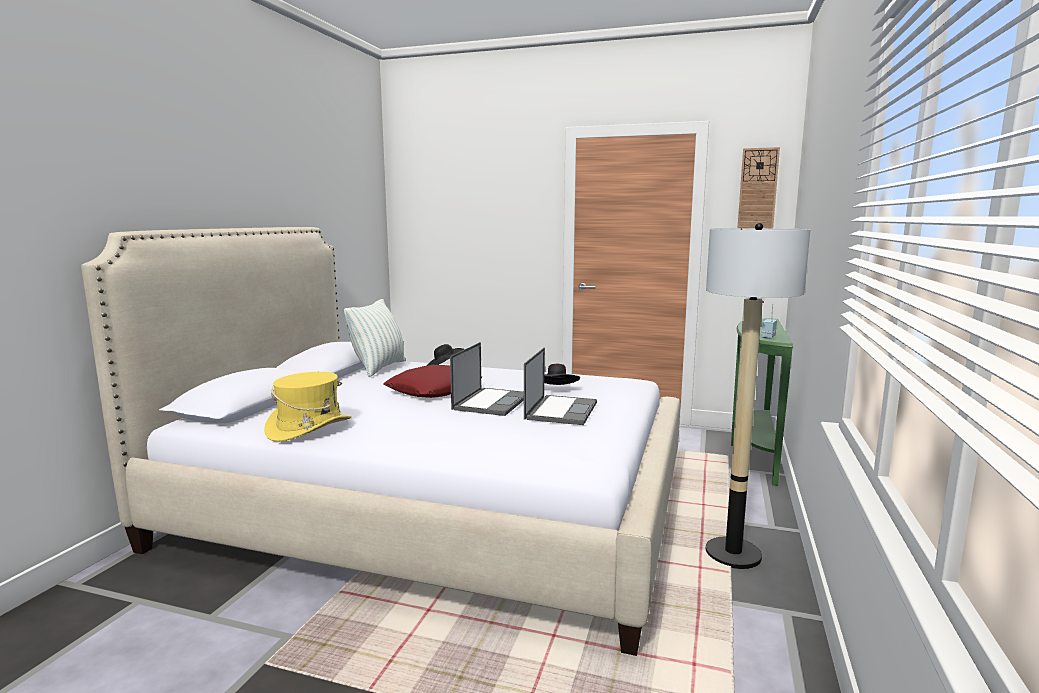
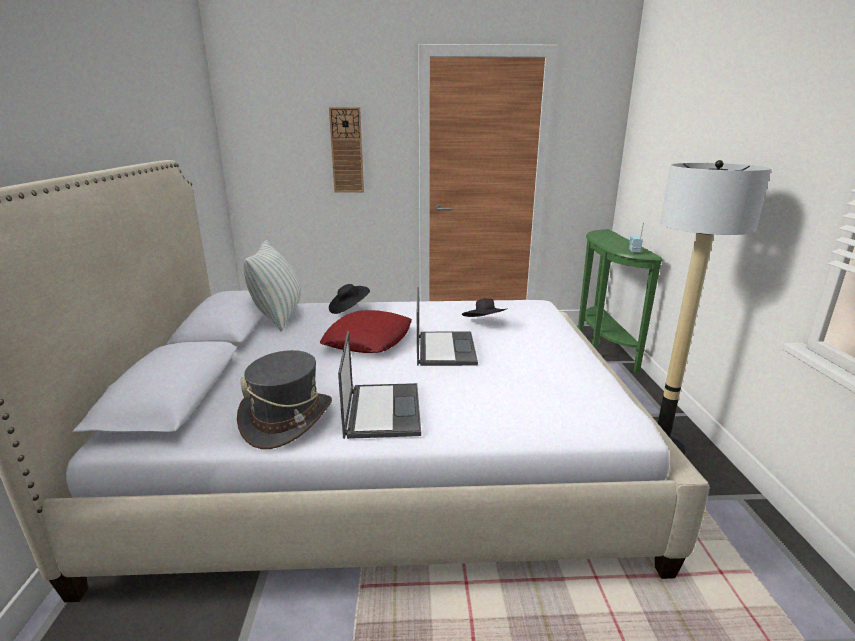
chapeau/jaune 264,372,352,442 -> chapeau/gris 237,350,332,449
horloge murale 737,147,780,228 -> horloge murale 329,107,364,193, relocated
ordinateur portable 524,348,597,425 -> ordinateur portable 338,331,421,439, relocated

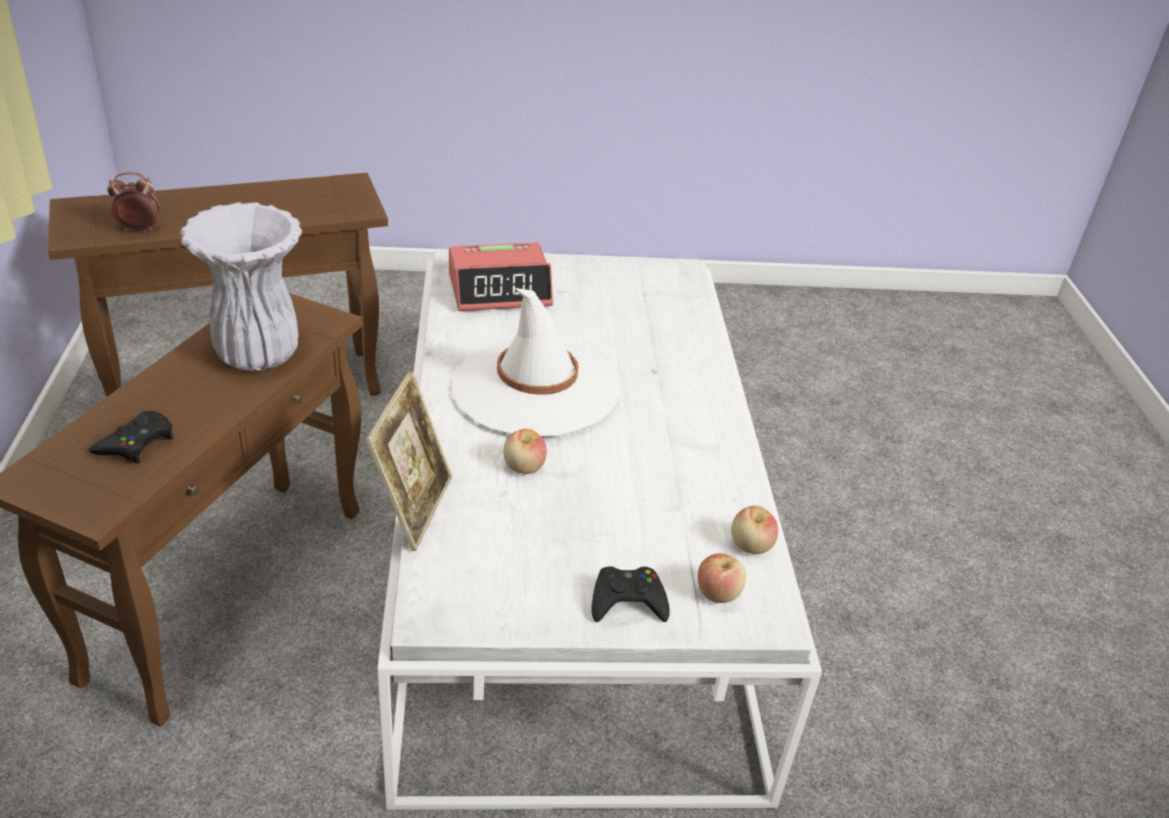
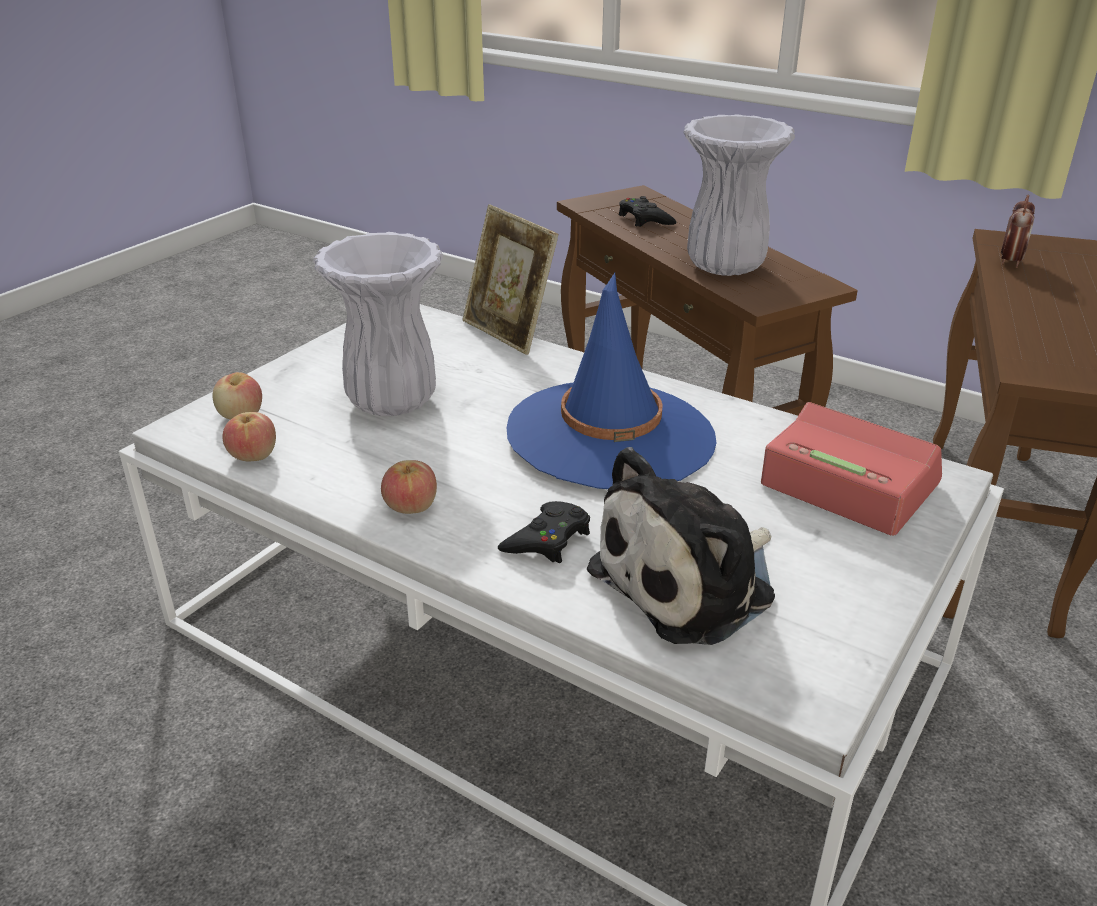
none -> vase/blanc 313,232,443,416
pomme 503,429,547,474 -> pomme 381,460,437,514, relocated
manette/noir 591,567,670,622 -> manette/noir 498,501,590,563, relocated
chapeau/blanc 452,288,620,437 -> chapeau/bleu 507,273,717,489
none -> peluche 587,447,775,645
réveil 449,243,553,311 -> réveil 761,402,942,536, 105 degrees clockwise

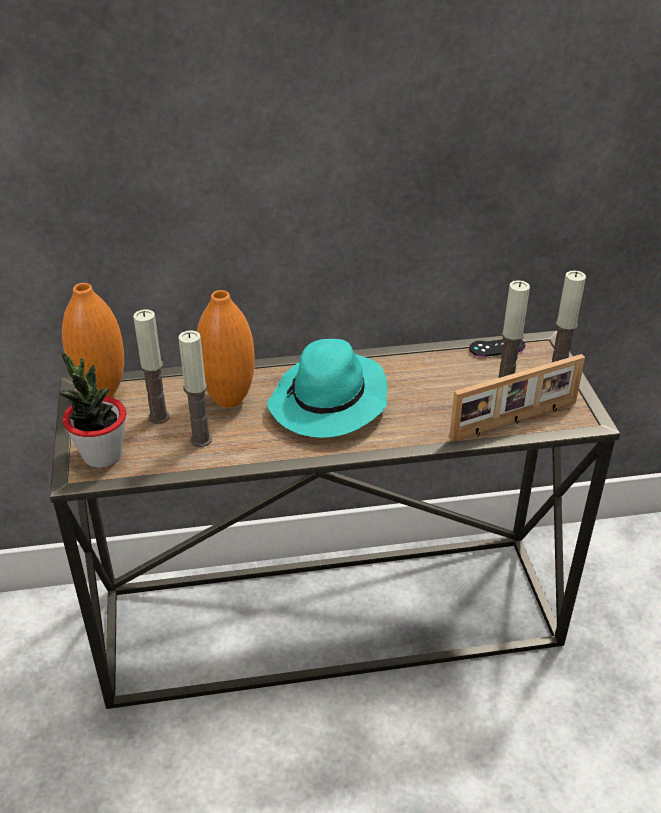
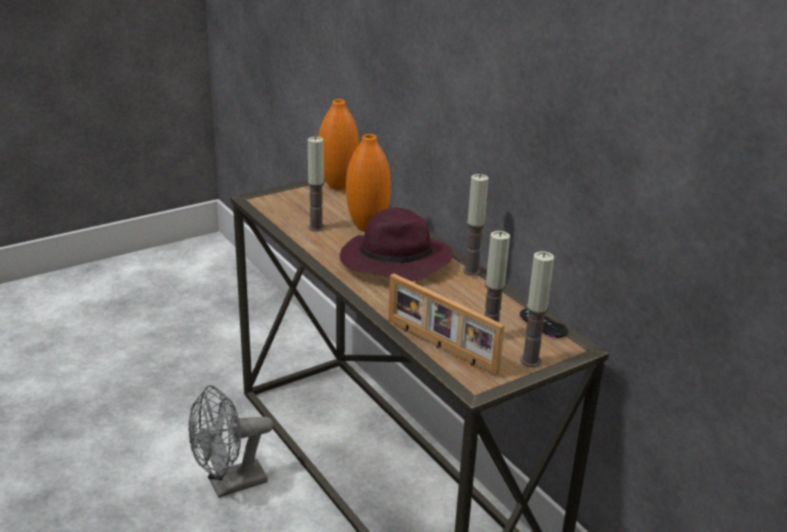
none -> ventilateur/gris 188,385,273,498
chapeau/turquoise 267,339,388,438 -> chapeau/violet 340,208,453,281
bougie 133,309,170,424 -> bougie 463,174,488,275, relocated
plante en pot 58,351,126,468 -> none

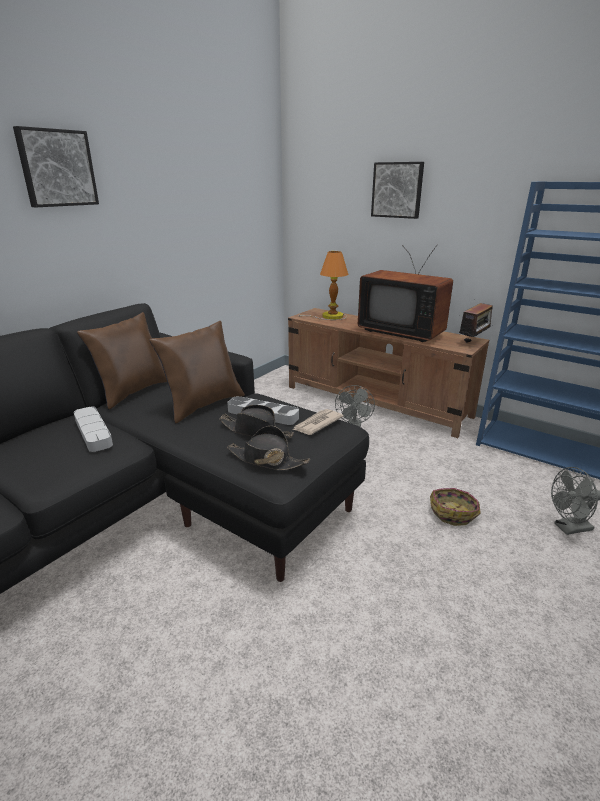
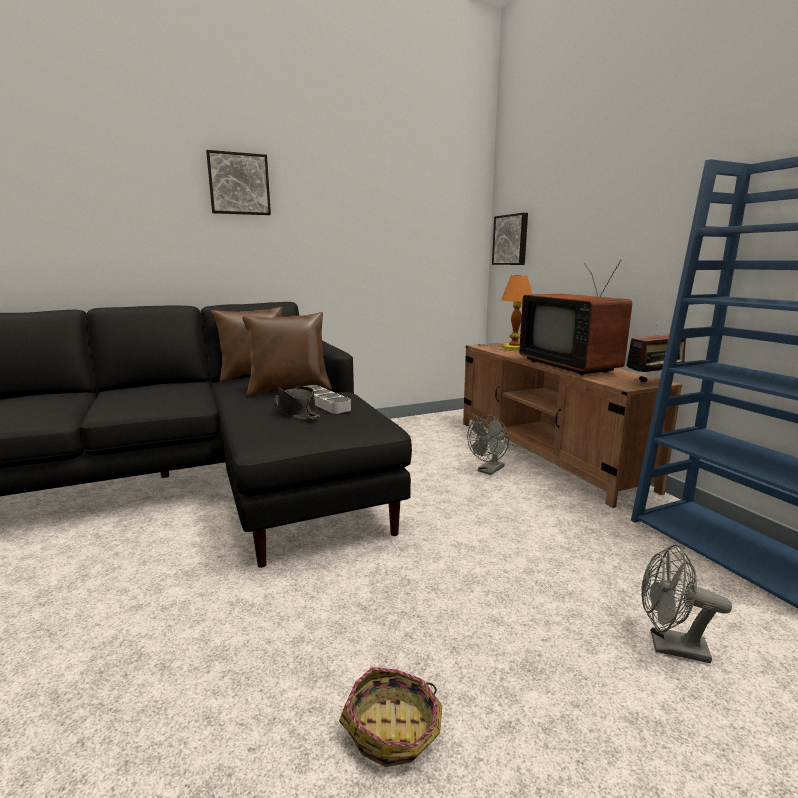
panier 430,488,481,526 -> panier 339,667,442,767, relocated
tableau 371,162,424,219 -> tableau 492,213,528,265, relocated
plateau/gris 74,407,113,452 -> none
chapeau/noir 227,426,310,470 -> none
journal 293,409,344,435 -> none

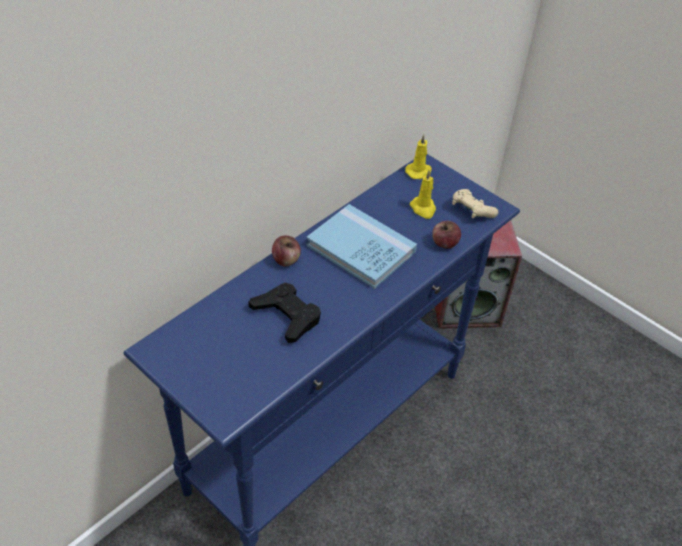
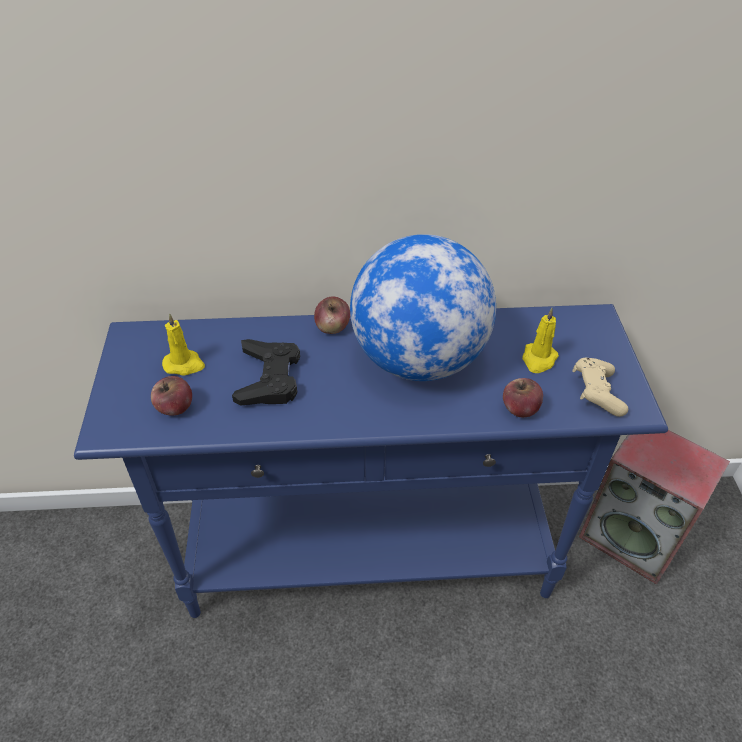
none -> pomme 151,376,192,416
bougie/jaune 405,135,432,179 -> bougie/jaune 162,313,205,376, relocated
livre/bleu 306,204,417,289 -> globe 350,234,496,381

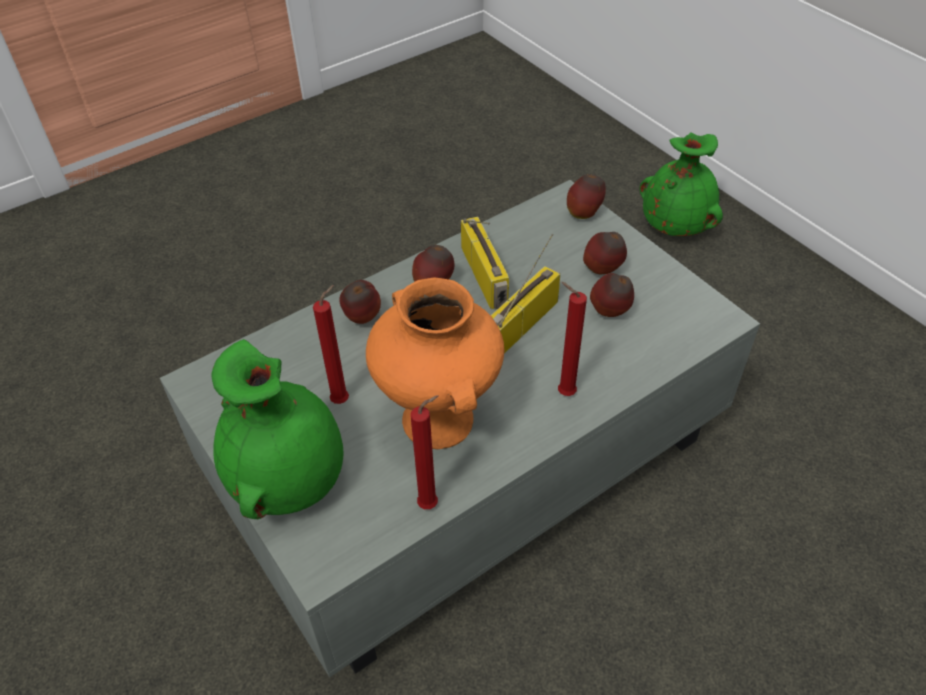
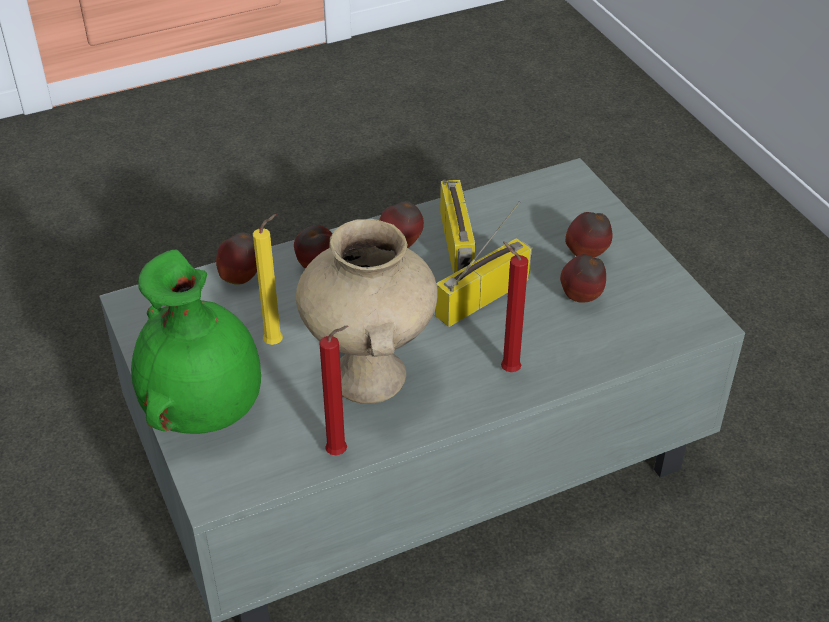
pomme 567,174,606,219 -> pomme 216,232,257,285, relocated
bougie/rouge 313,285,349,404 -> bougie/jaune 253,214,283,345
vase/orange 366,277,504,449 -> vase/beige 296,219,438,403
vase/vert 640,133,723,236 -> none

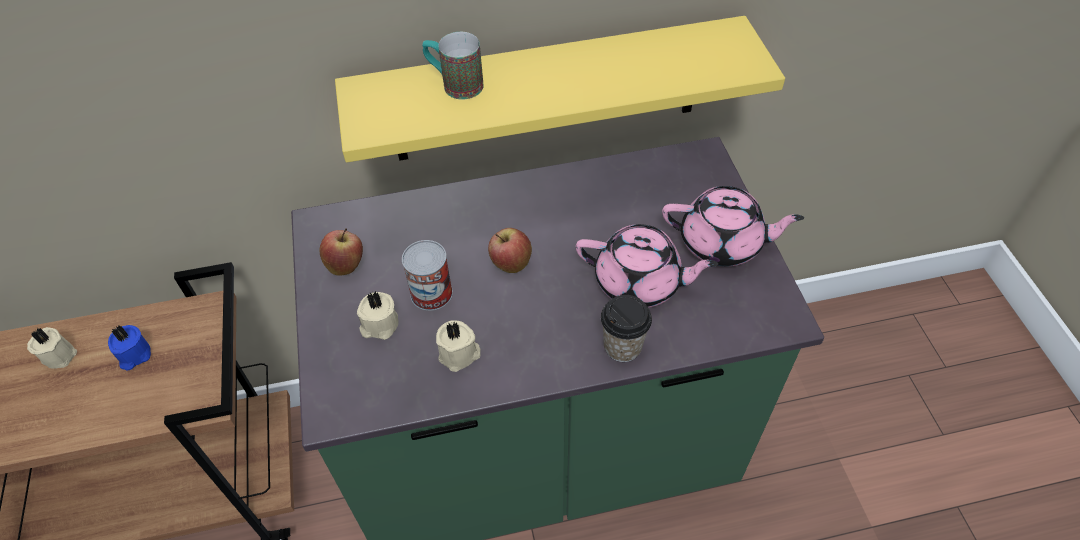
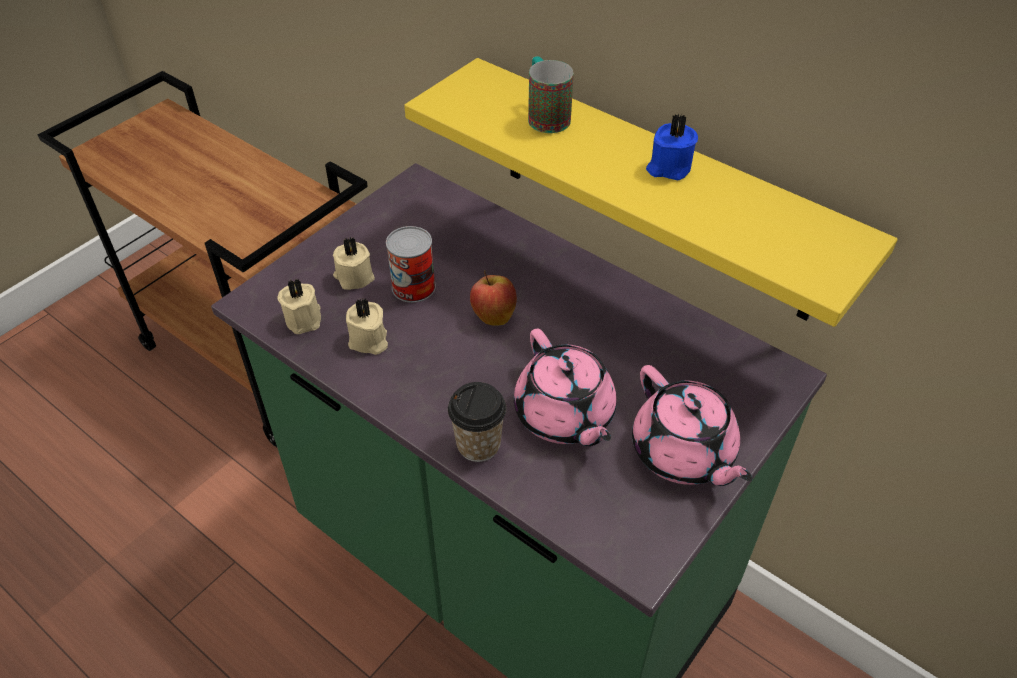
bougie/beige 27,327,77,369 -> bougie/beige 278,279,321,334, relocated
bougie/bleu 108,325,151,370 -> bougie/bleu 646,114,698,180, relocated
pomme 320,228,363,276 -> none

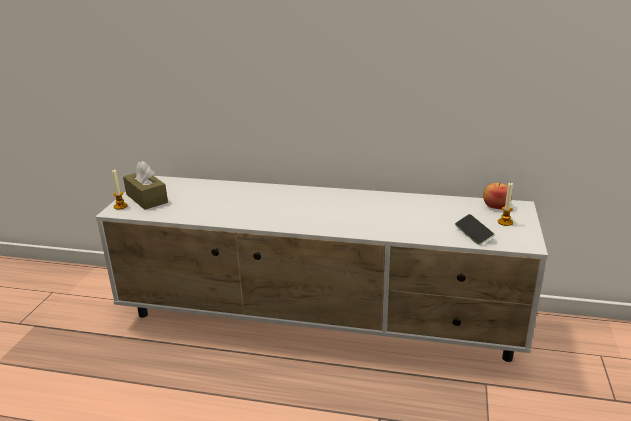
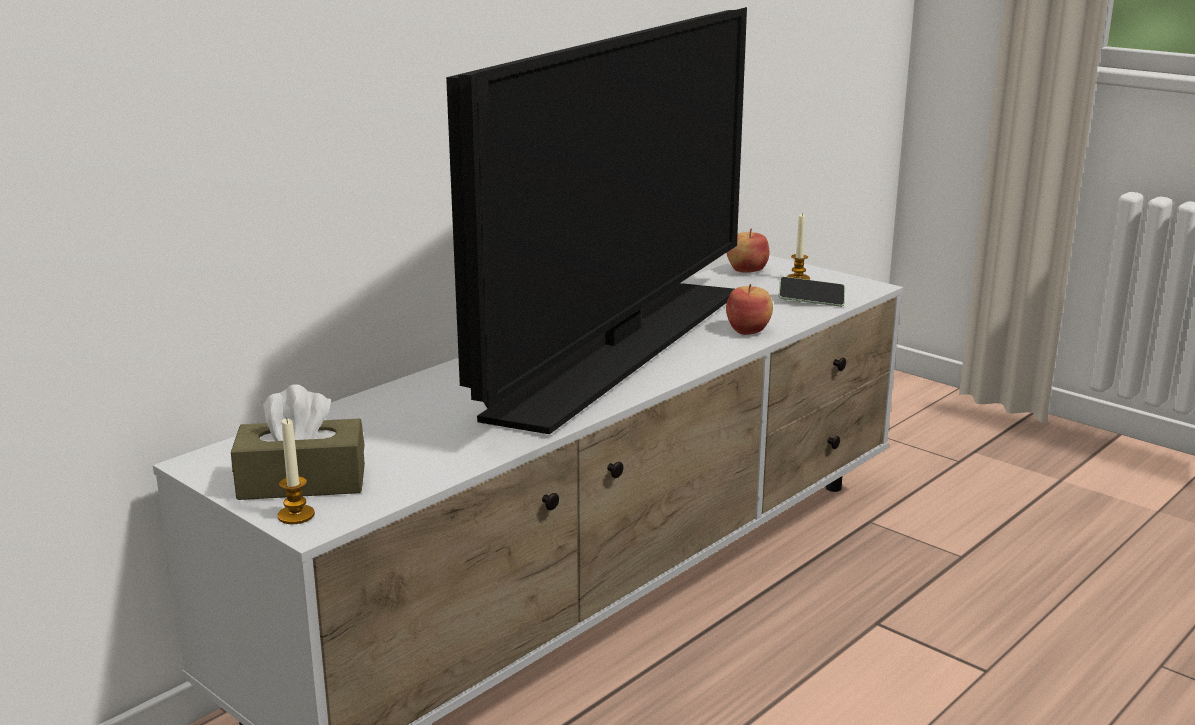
none -> téléviseur 446,7,747,434
none -> pomme 726,284,773,335

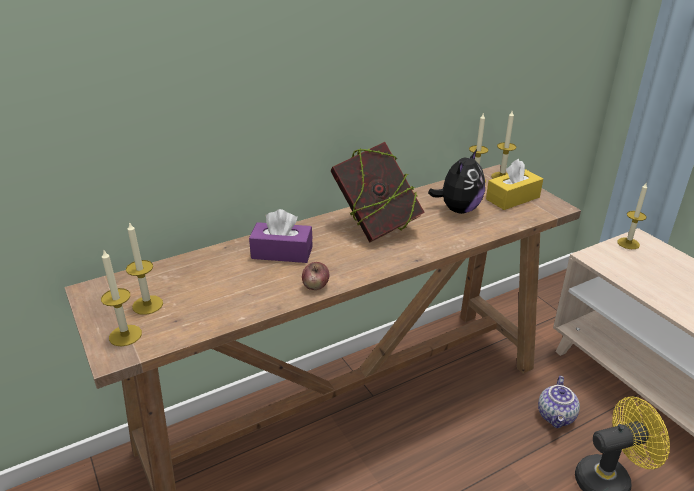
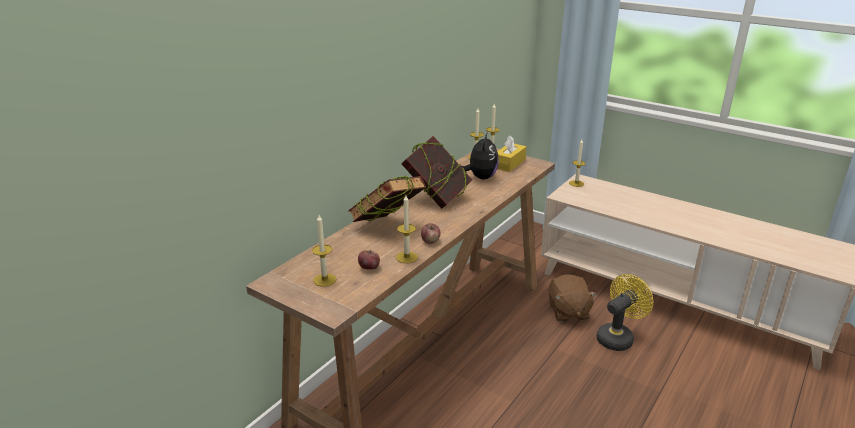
boîte à mouchoirs/violet 249,209,313,263 -> livre 348,176,426,222
none -> pomme 358,250,380,270
bougie 101,250,142,346 -> bougie 396,195,418,263, relocated
théière 538,376,580,428 -> peluche/marron 549,274,597,322

